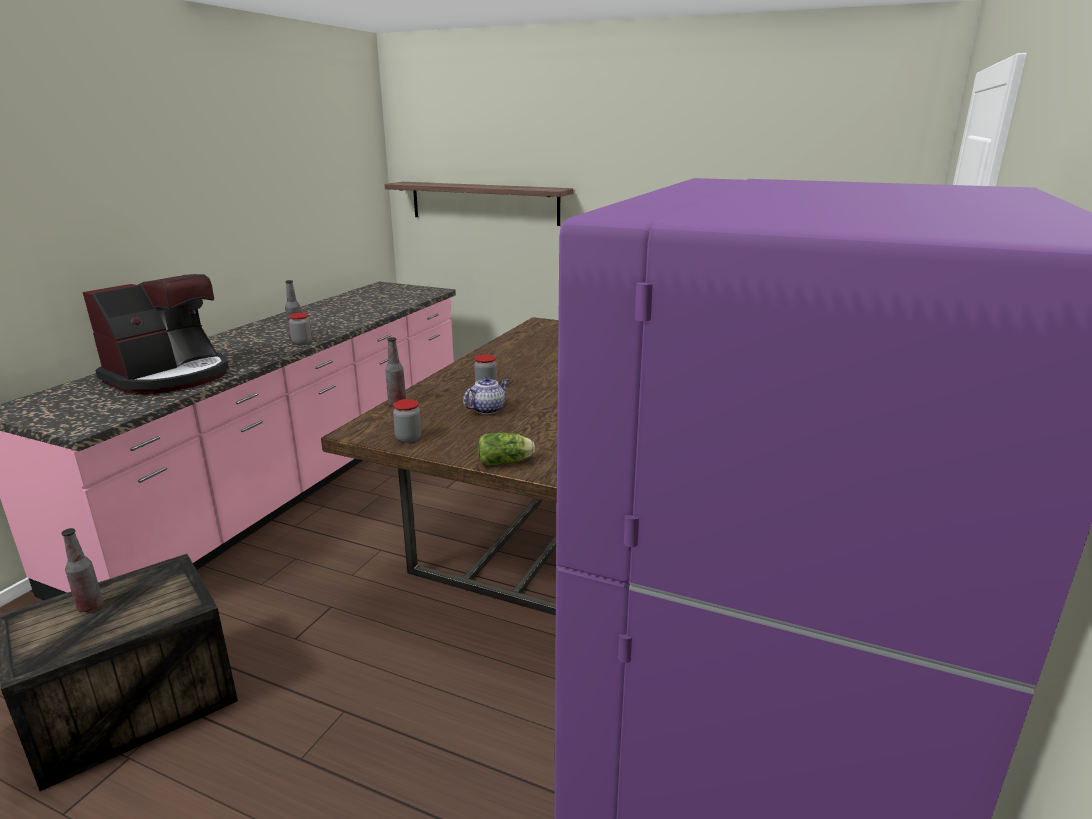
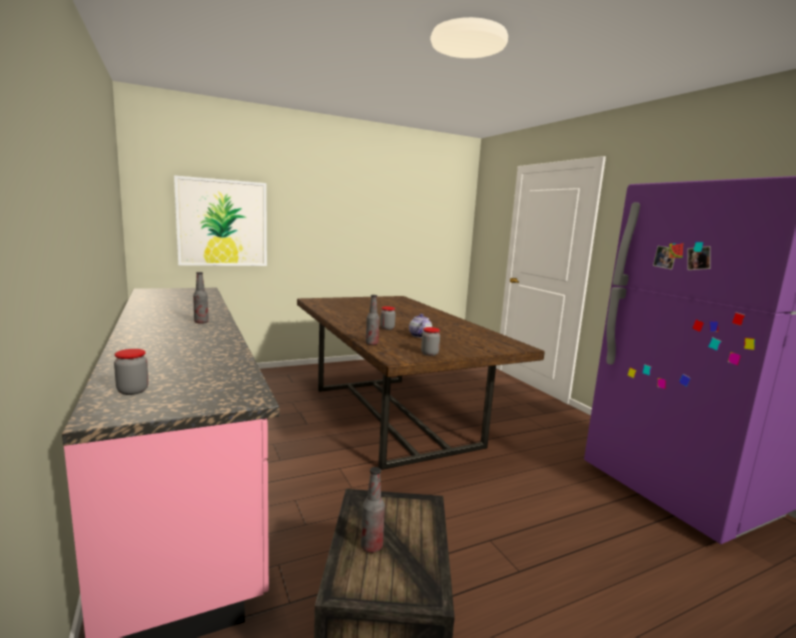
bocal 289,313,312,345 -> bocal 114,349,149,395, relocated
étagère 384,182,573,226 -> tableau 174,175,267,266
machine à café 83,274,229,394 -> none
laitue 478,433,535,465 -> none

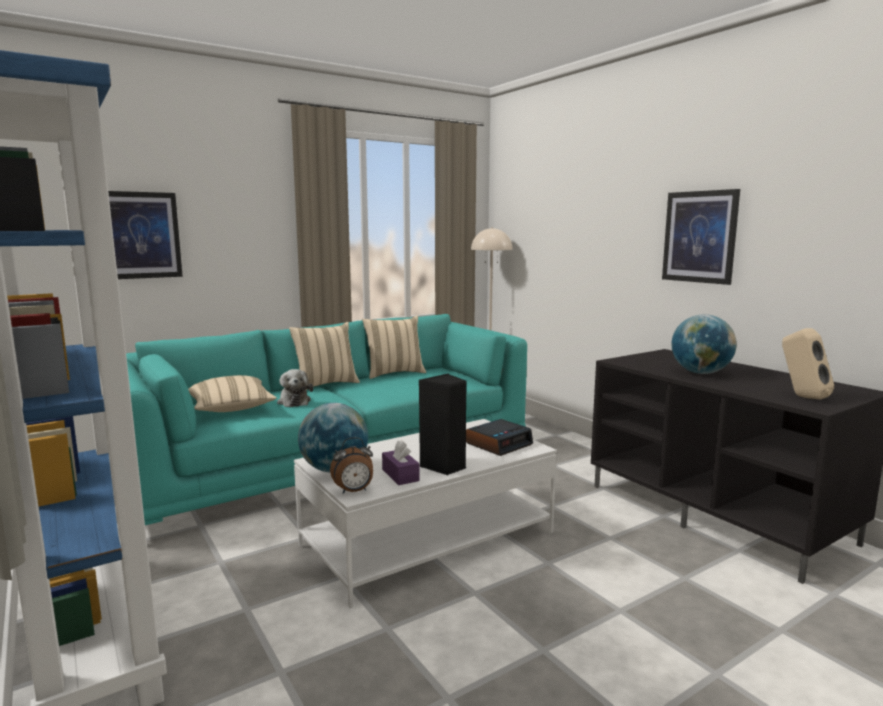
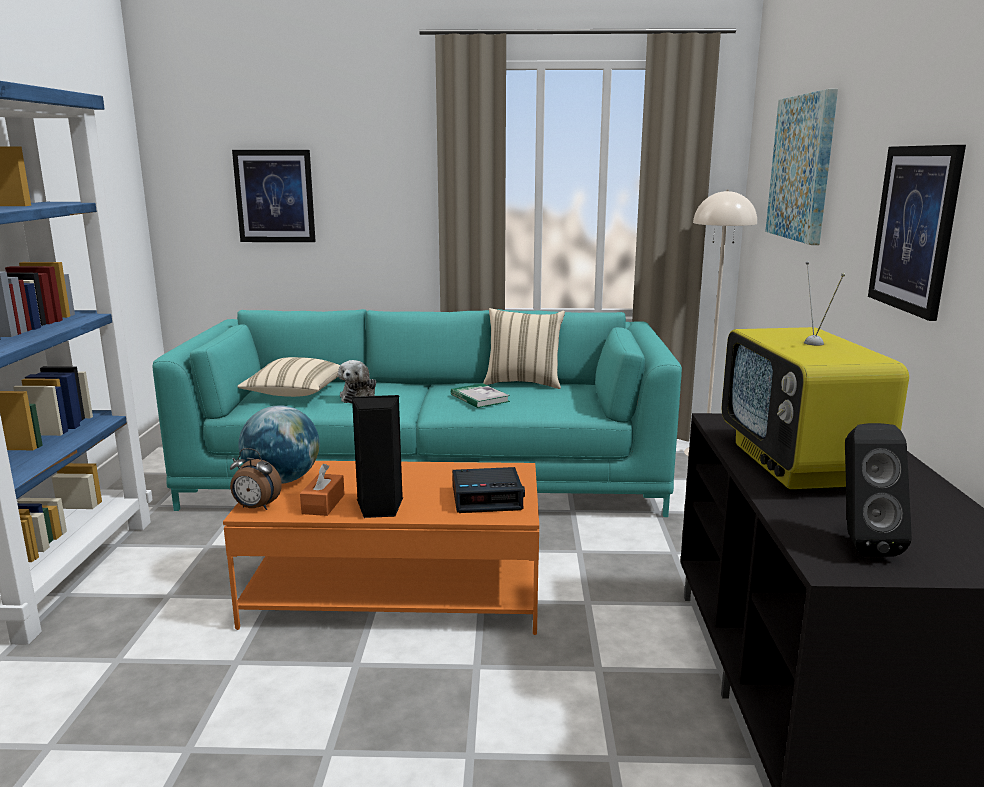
table basse/blanc 294,419,557,608 -> table basse/orange 223,461,539,635
boîte à mouchoirs/violet 382,440,420,485 -> boîte à mouchoirs/orange 300,464,345,516
none -> livre 451,383,510,408
globe 671,314,737,374 -> téléviseur 722,261,909,489
none -> tableau 765,89,838,245
enceinte/beige 782,328,834,400 -> enceinte/noir 845,423,912,557
coussin/beige 289,322,360,390 -> none

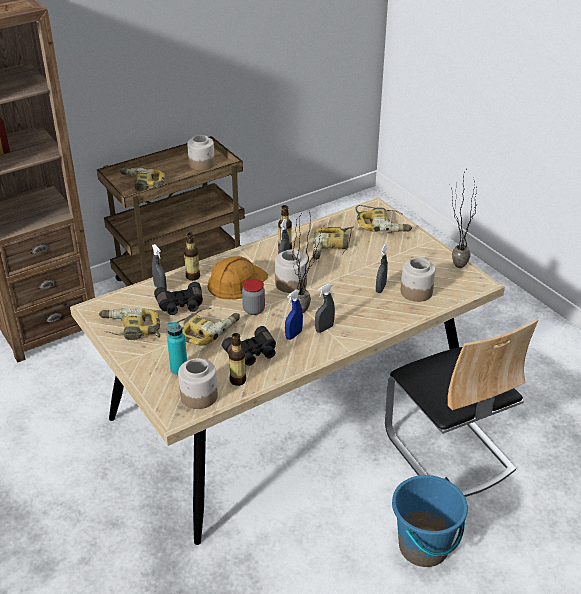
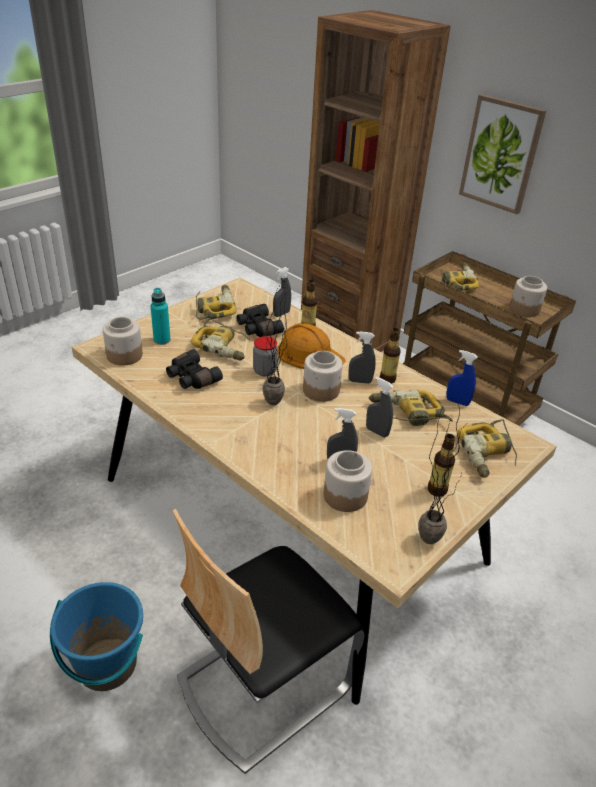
vaporisateur/gris 315,284,335,333 -> vaporisateur/gris 366,377,394,437, relocated
bouteille 228,333,246,386 -> bouteille 428,434,455,497, relocated
vaporisateur/bleu 285,289,303,340 -> vaporisateur/bleu 446,350,478,406, relocated
none -> tableau 459,94,546,214

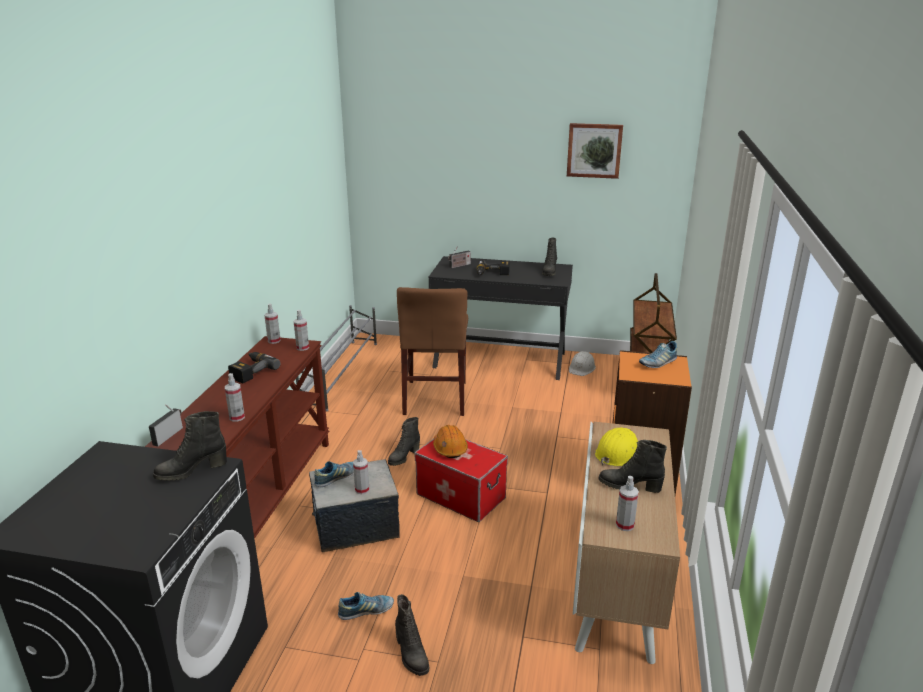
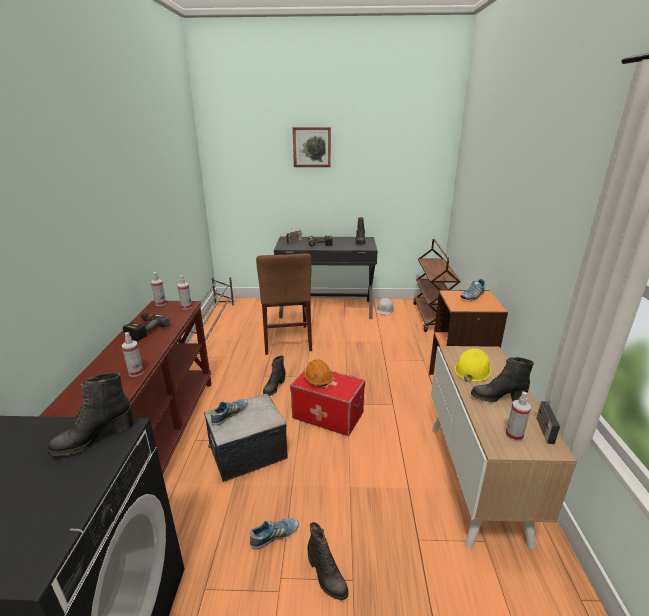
tableau 567,123,623,179 -> tableau 293,127,331,167, relocated
radio 149,404,183,446 -> radio 536,400,560,444, relocated
vaporisateur 353,450,369,494 -> none

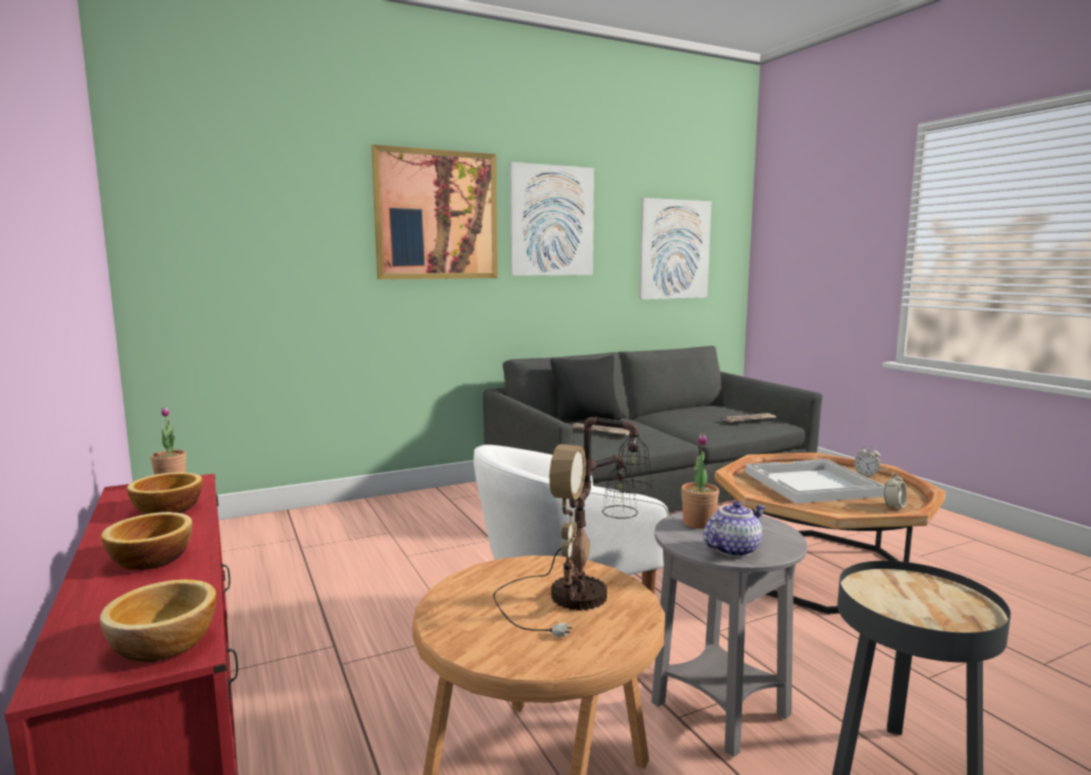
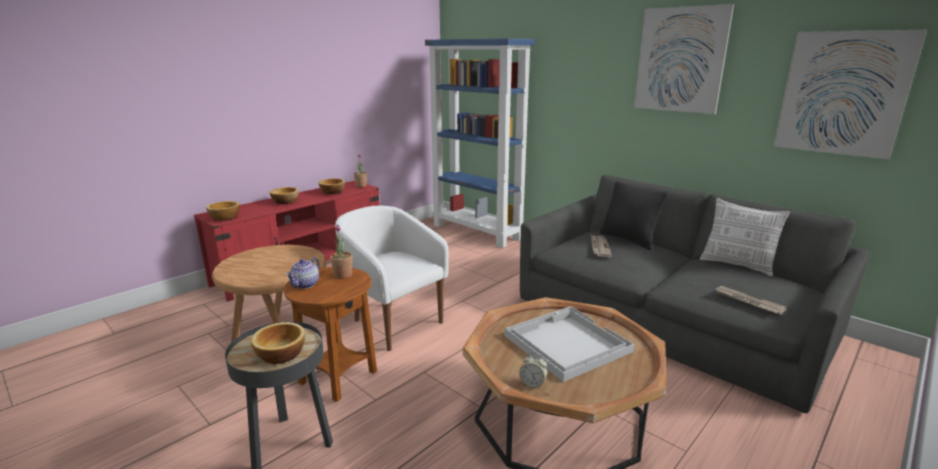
none -> bol 251,322,305,364
table d'appoint/gris 651,509,808,757 -> table d'appoint/marron 284,267,377,402
théière 703,501,765,557 -> théière 286,257,320,289, 75 degrees clockwise
none -> bibliothèque/bleu 425,38,535,248
none -> coussin 700,198,790,277
tableau 371,145,498,279 -> none
lampe de table 493,417,653,637 -> none
réveil 854,445,881,477 -> none

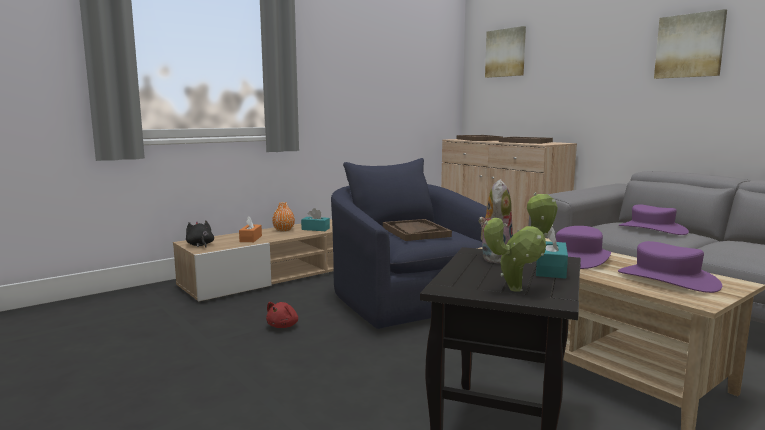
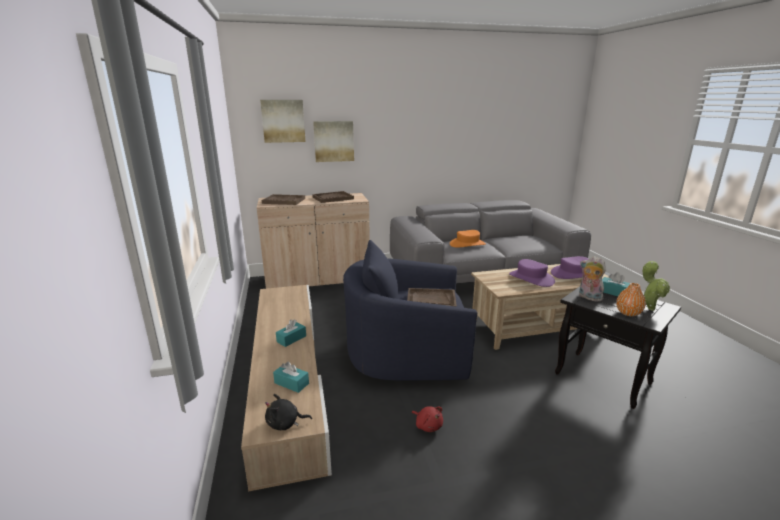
boîte à mouchoirs/orange 239,216,262,242 -> boîte à mouchoirs/turquoise 273,361,309,393
tableau 654,9,727,79 -> tableau 313,121,354,162, relocated
chapeau/violet 619,205,689,235 -> chapeau/orange 450,230,486,248
vase/orange 272,202,295,231 -> vase/orange 616,283,646,316, relocated

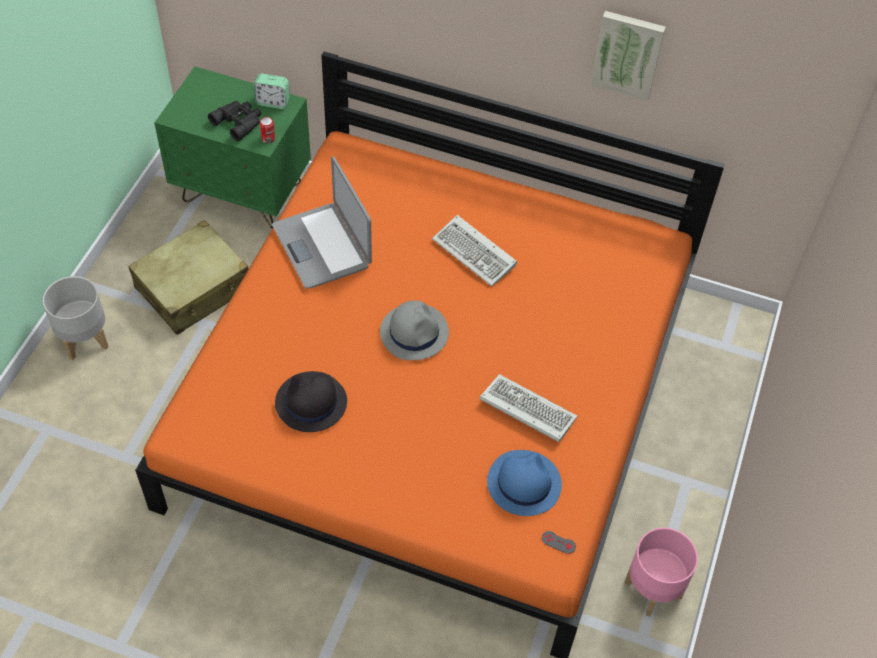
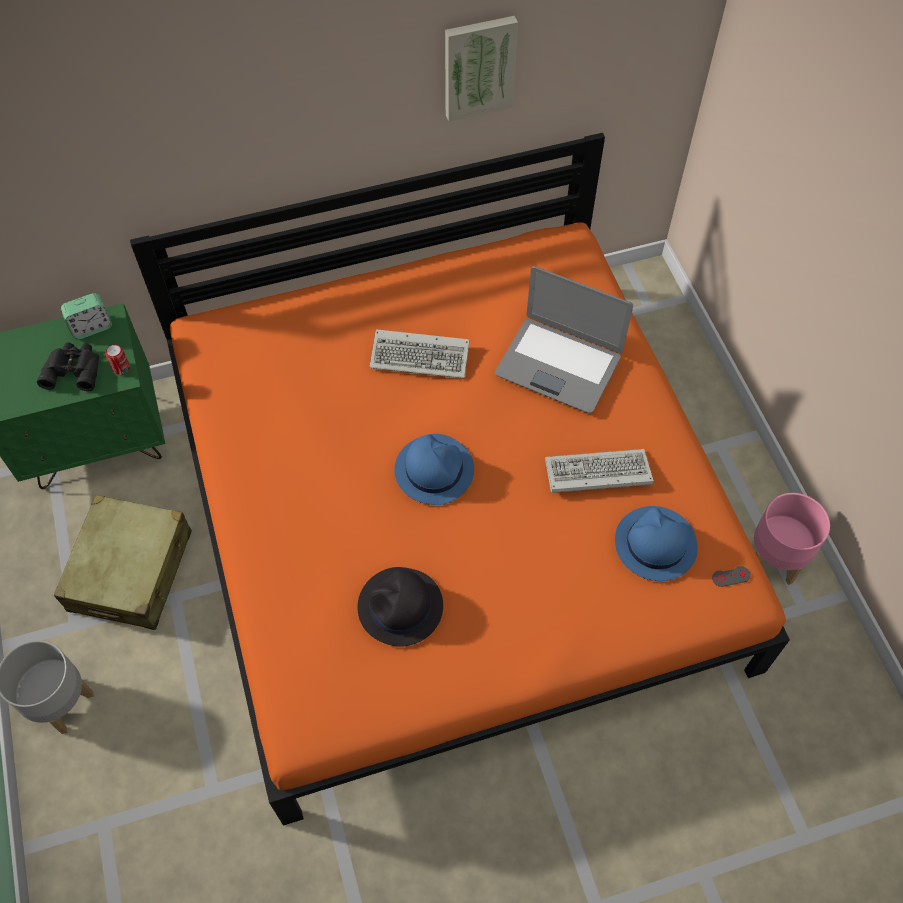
chapeau/gris 380,300,449,360 -> chapeau/bleu 394,434,474,505
ordinateur portable 272,156,372,289 -> ordinateur portable 495,266,633,413, relocated

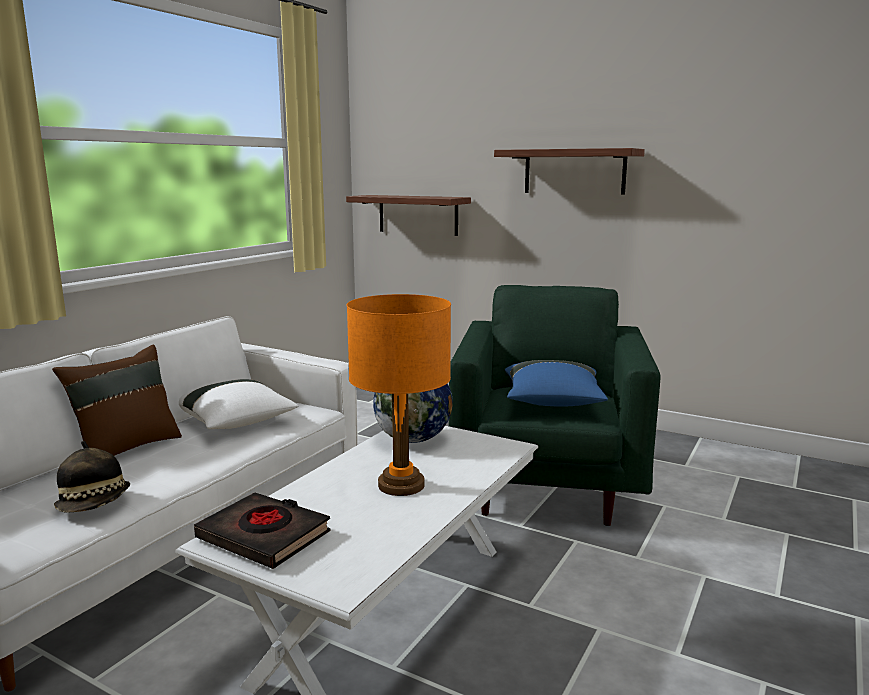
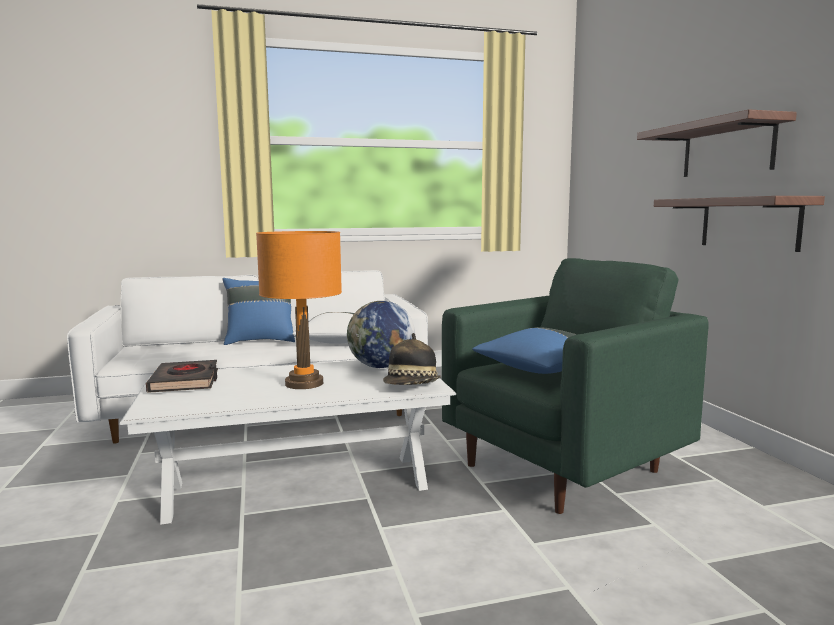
coussin/marron 52,345,182,456 -> coussin/bleu 222,278,295,345
chapeau 54,441,130,513 -> chapeau 383,333,441,385, relocated
étagère 346,195,471,236 -> étagère 654,196,825,252, relocated

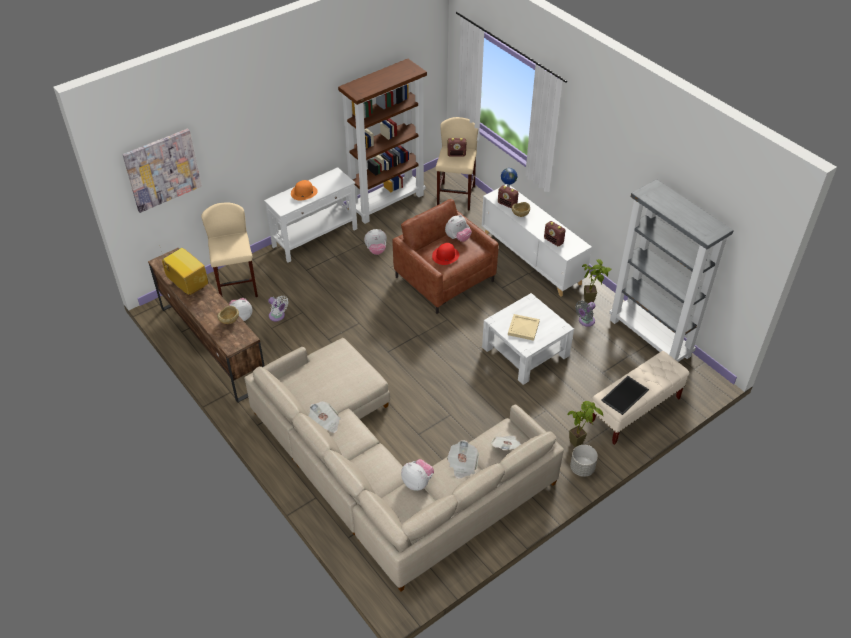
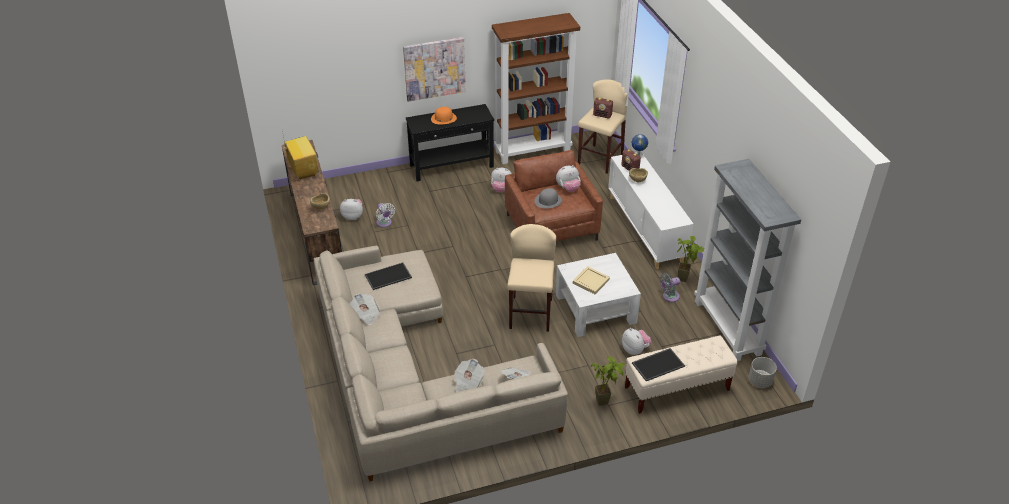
none -> plateau 365,262,412,290
tableau 122,129,202,213 -> tableau 403,37,466,102, relocated
table console/blanc 264,167,357,263 -> table console/noir 406,104,494,181
tabouret/beige 201,203,258,297 -> tabouret/beige 507,224,556,332, relocated
chapeau/rouge 432,243,459,265 -> chapeau/gris 535,188,562,209
peluche 401,459,434,491 -> peluche 622,328,651,355, relocated
cache-pot/gris 570,445,598,477 -> cache-pot/gris 749,357,777,388, relocated
radio 544,221,566,246 -> none

